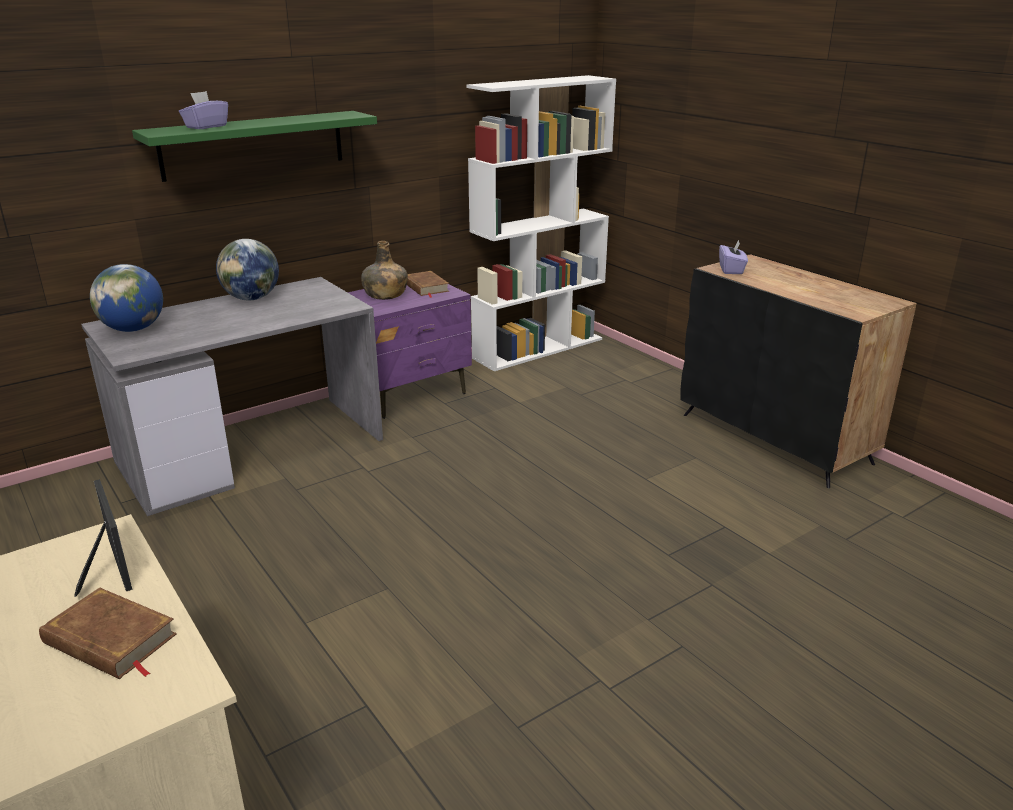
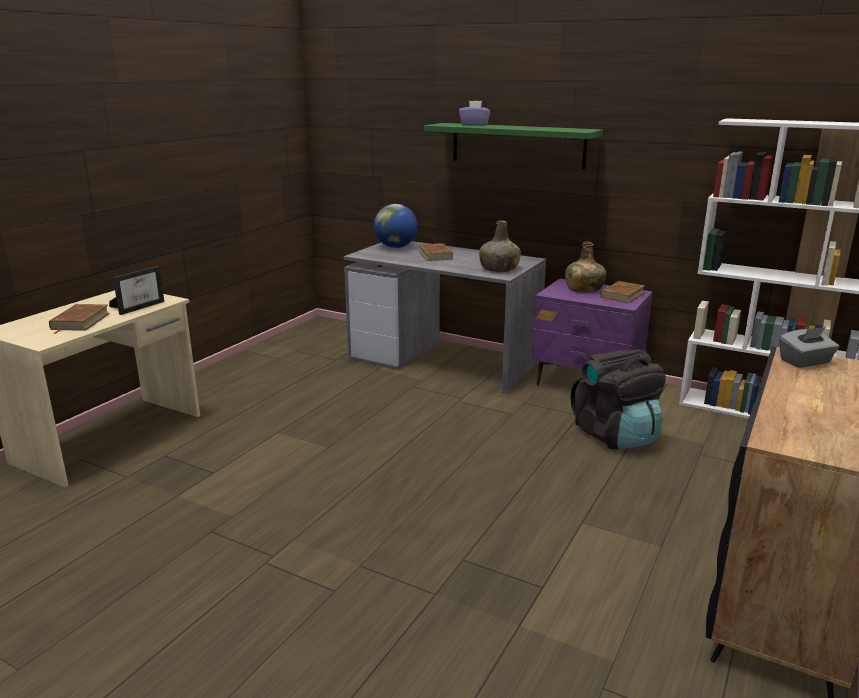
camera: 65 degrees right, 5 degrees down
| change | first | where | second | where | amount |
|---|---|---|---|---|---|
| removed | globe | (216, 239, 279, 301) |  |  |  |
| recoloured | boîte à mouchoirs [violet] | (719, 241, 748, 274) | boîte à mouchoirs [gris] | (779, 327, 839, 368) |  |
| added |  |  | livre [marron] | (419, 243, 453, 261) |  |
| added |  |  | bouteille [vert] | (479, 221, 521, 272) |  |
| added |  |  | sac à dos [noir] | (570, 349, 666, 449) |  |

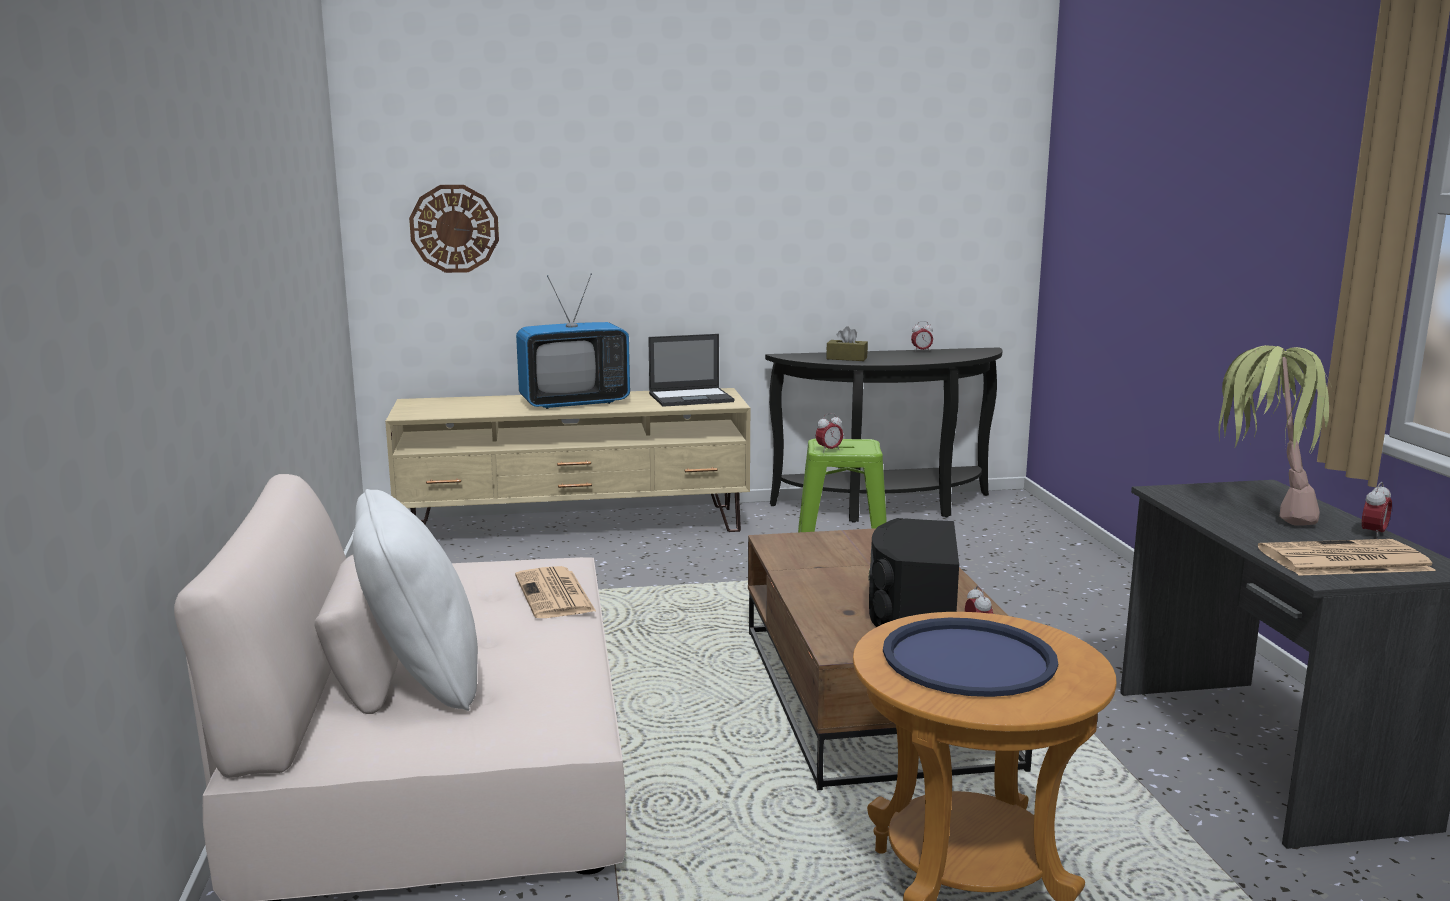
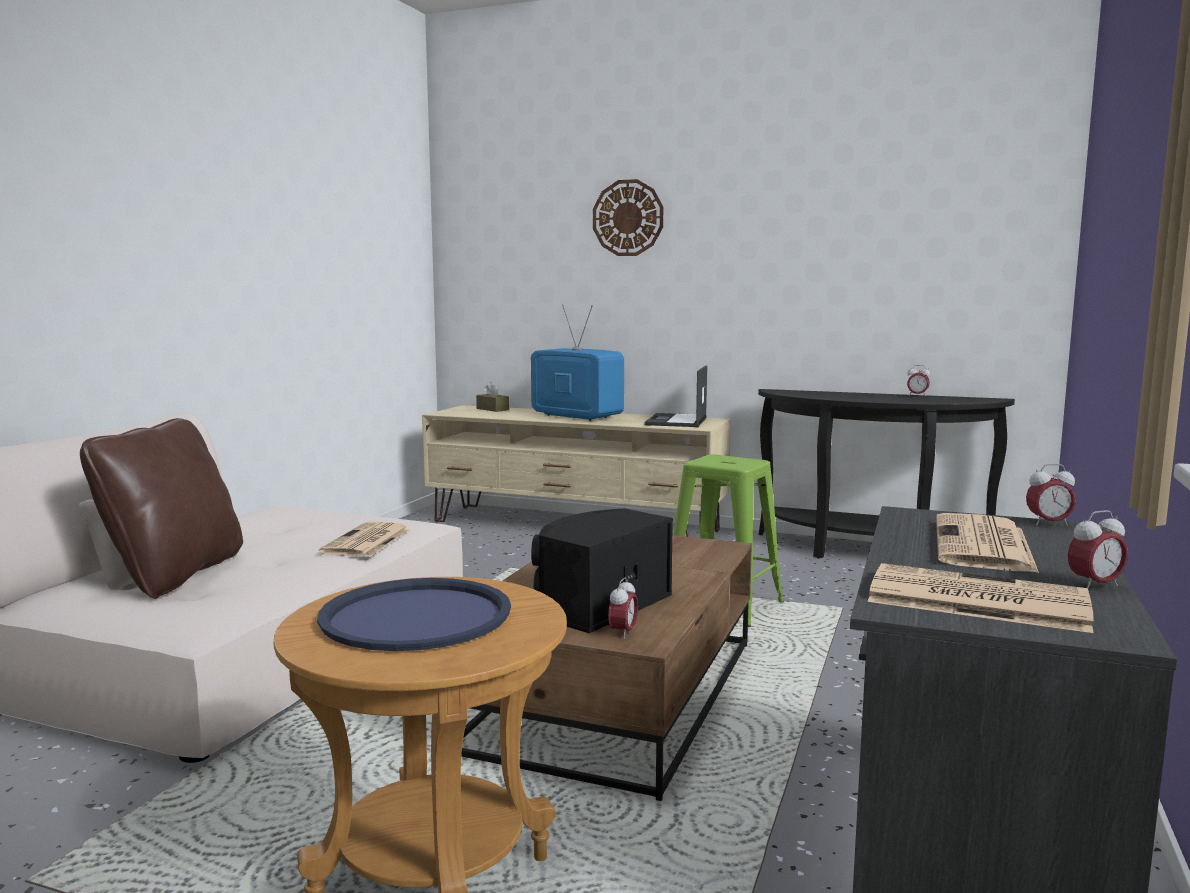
camera: 30 degrees right, 5 degrees down
| change | first | where | second | where | amount |
|---|---|---|---|---|---|
| recoloured | coussin [blanc] | (353, 489, 478, 711) | coussin [marron] | (80, 418, 243, 599) |  |
| moved | horloge murale | (409, 185, 499, 273) |  | (593, 179, 663, 256) |  |
| turned | téléviseur | (516, 273, 630, 409) |  | (531, 305, 624, 421) | 150 degrees counterclockwise |
| turned | ordinateur portable | (648, 334, 734, 407) |  | (644, 365, 707, 427) | 90 degrees clockwise |
| moved | réveil | (816, 413, 843, 453) |  | (1026, 464, 1076, 526) |  |
| moved | boîte à mouchoirs [marron] | (826, 326, 868, 361) |  | (476, 382, 509, 412) |  |
| replaced | plante en pot | (1218, 345, 1341, 526) | journal | (936, 513, 1039, 573) |  |

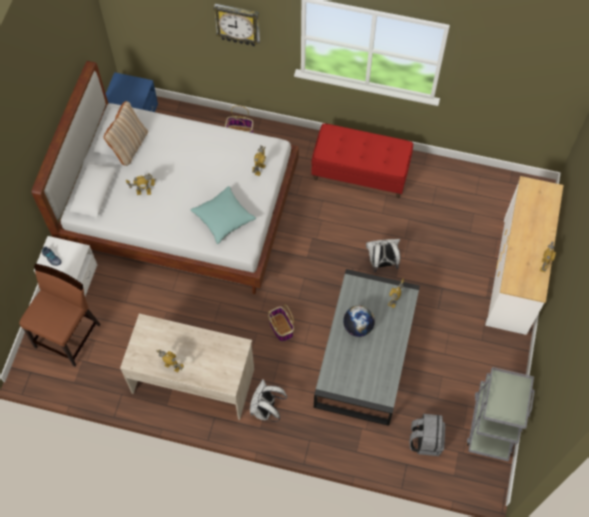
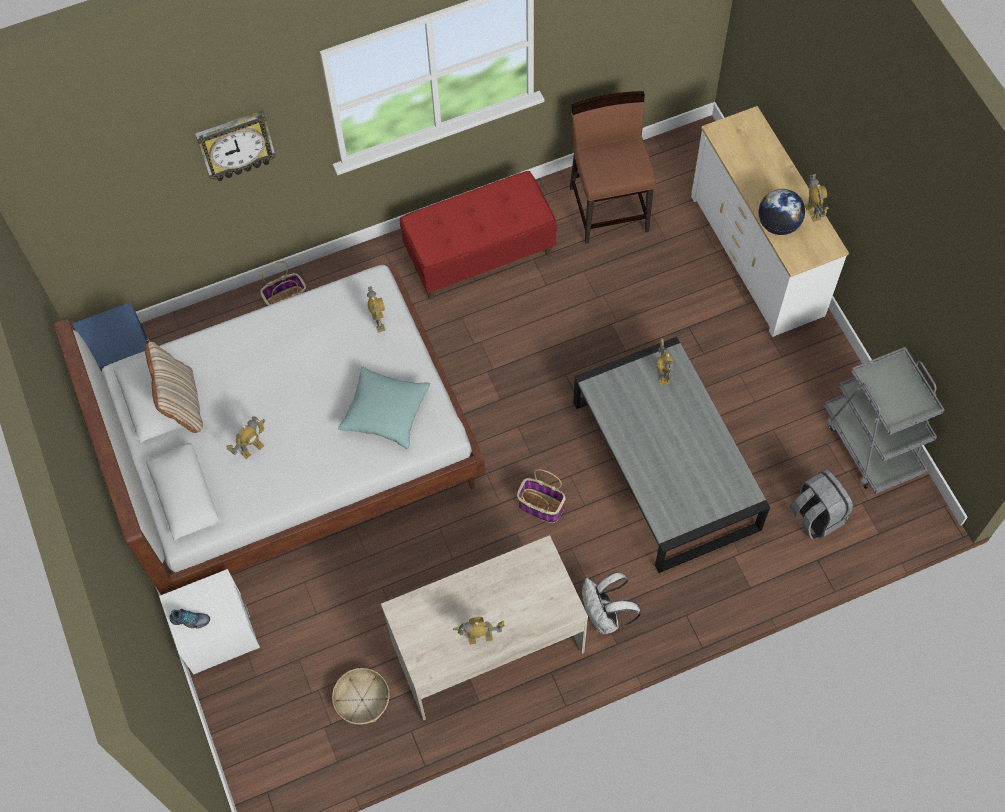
camera: 35 degrees left, 0 degrees up
| change | first | where | second | where | amount |
|---|---|---|---|---|---|
| moved | chaise [marron] | (19, 264, 101, 367) |  | (570, 91, 656, 244) |  |
| moved | globe | (343, 305, 375, 337) |  | (758, 189, 805, 235) |  |
| removed | sac à dos [blanc] | (366, 239, 400, 272) |  |  |  |
| added |  |  | panier | (332, 668, 389, 725) |  |

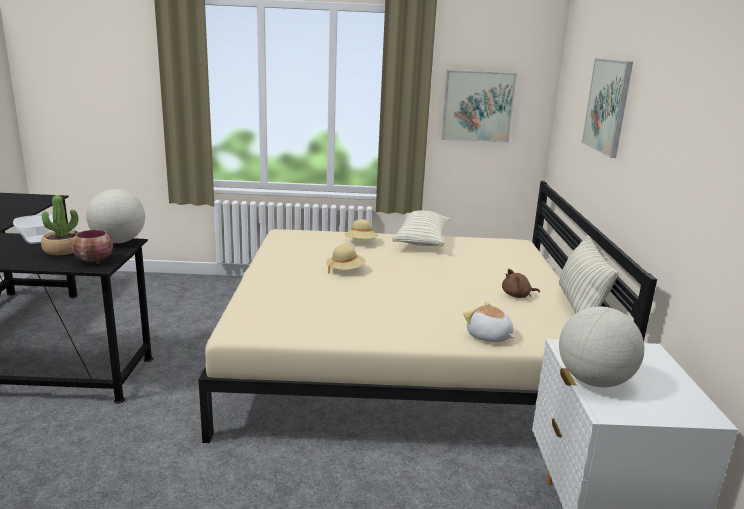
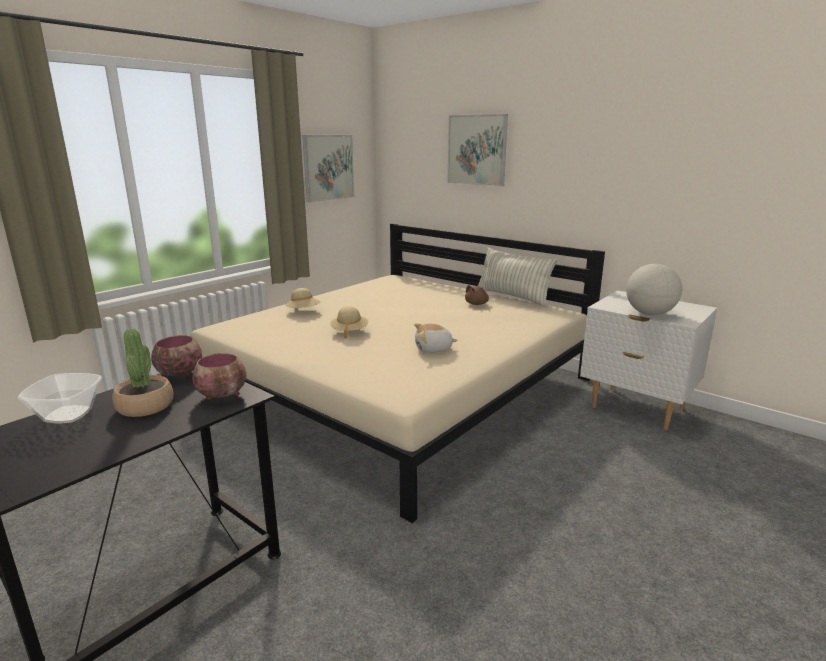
camera: 50 degrees left, 0 degrees up
| change | first | where | second | where | amount |
|---|---|---|---|---|---|
| replaced | globe | (86, 189, 145, 243) | bol | (151, 335, 202, 378) |  |
| removed | coussin | (392, 210, 450, 246) |  |  |  |
| moved | peluche | (463, 302, 515, 343) |  | (414, 323, 457, 353) |  |

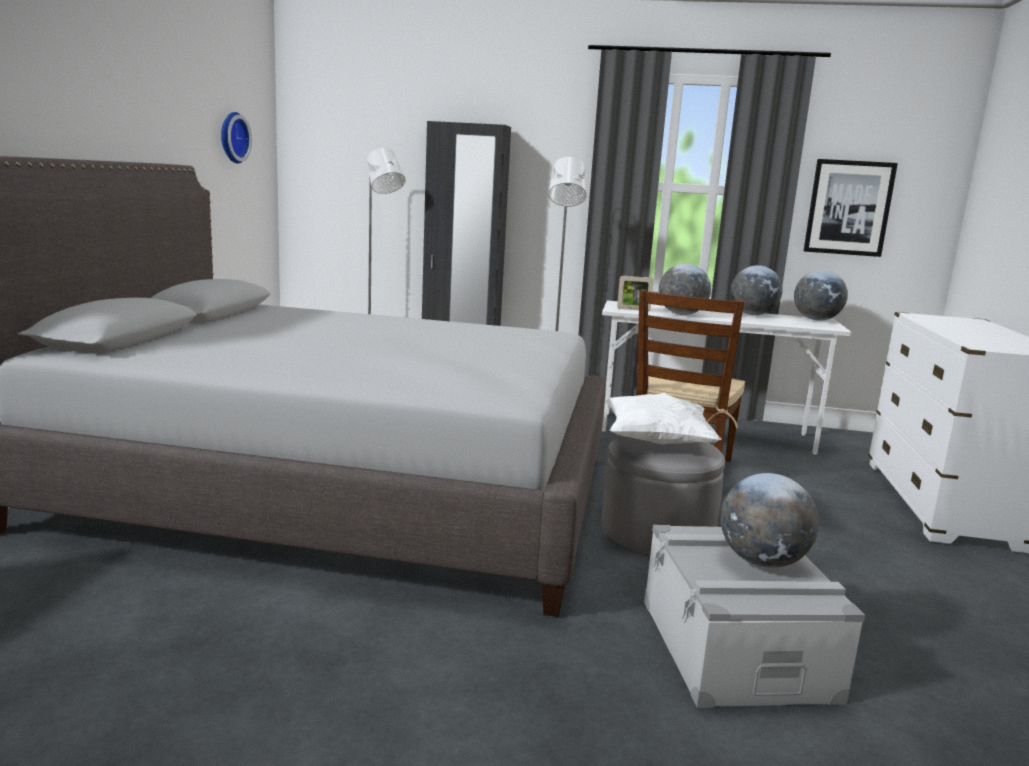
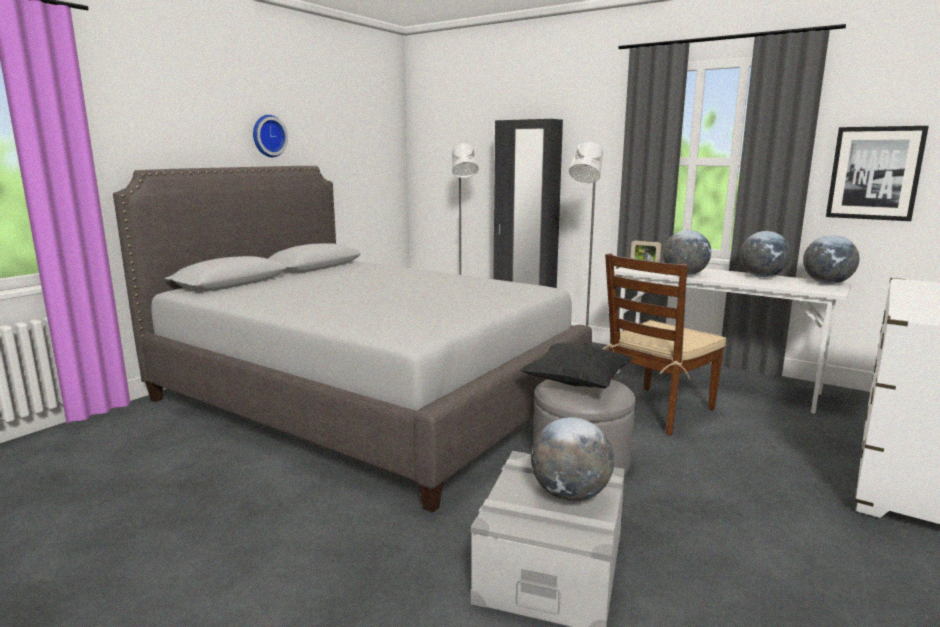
camera: 25 degrees right, 0 degrees up
| change | first | where | second | where | amount |
|---|---|---|---|---|---|
| moved | horloge murale | (221, 112, 252, 164) |  | (253, 115, 288, 157) |  |
| recoloured | coussin [blanc] | (605, 393, 722, 444) | coussin [noir] | (519, 343, 633, 389) |  |

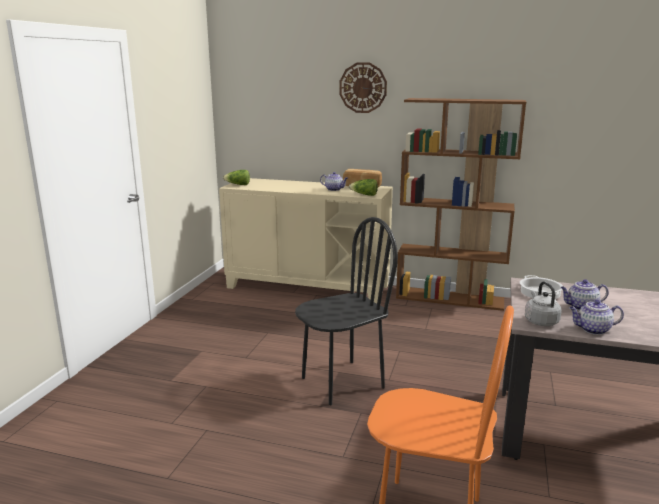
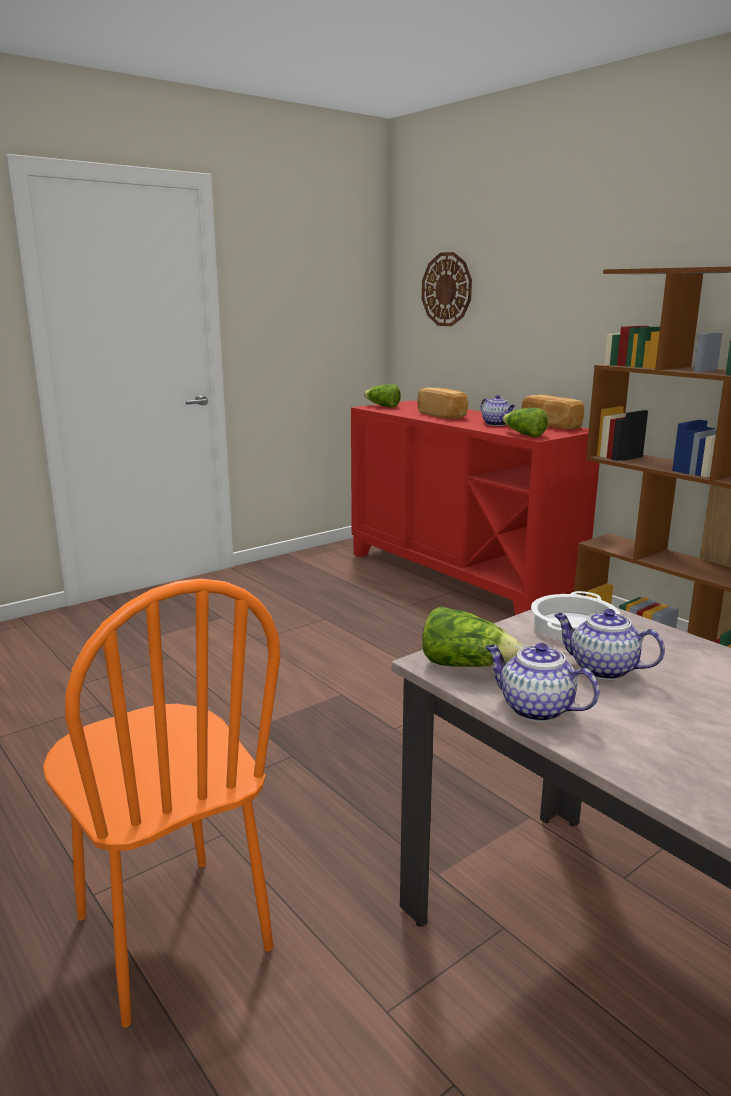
camera: 35 degrees right, 0 degrees up
| change | first | where | second | where | amount |
|---|---|---|---|---|---|
| recoloured | meuble de rangement [beige] | (219, 178, 393, 304) | meuble de rangement [rouge] | (351, 400, 600, 615) |  |
| removed | chaise [noir] | (295, 217, 398, 405) |  |  |  |
| moved | horloge murale | (339, 62, 387, 113) |  | (422, 252, 472, 326) |  |
| replaced | bouilloire [gris] | (525, 282, 562, 326) | laitue | (422, 606, 523, 667) |  |
| added |  |  | pain | (417, 388, 468, 419) |  |

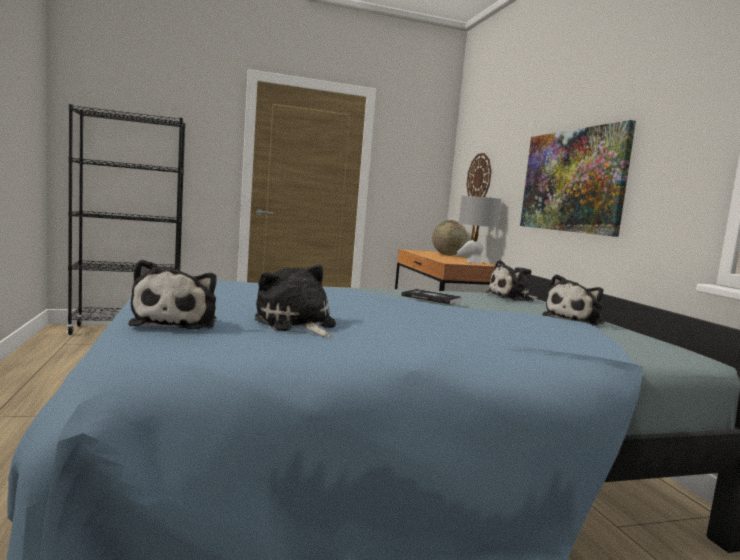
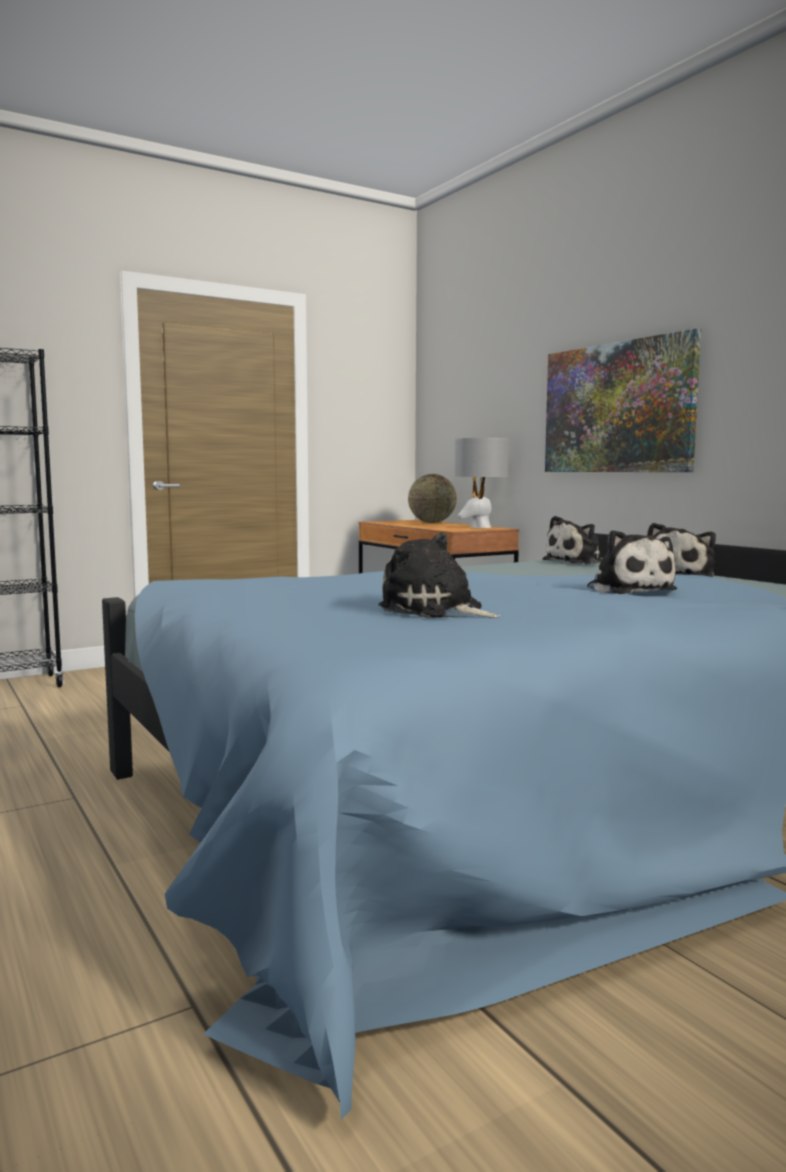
camera: 15 degrees left, 0 degrees up
| change | first | where | second | where | amount |
|---|---|---|---|---|---|
| moved | peluche | (129, 259, 217, 330) |  | (587, 530, 677, 594) |  |
| removed | livre | (401, 289, 463, 305) |  |  |  |
| removed | horloge murale | (466, 153, 491, 197) |  |  |  |

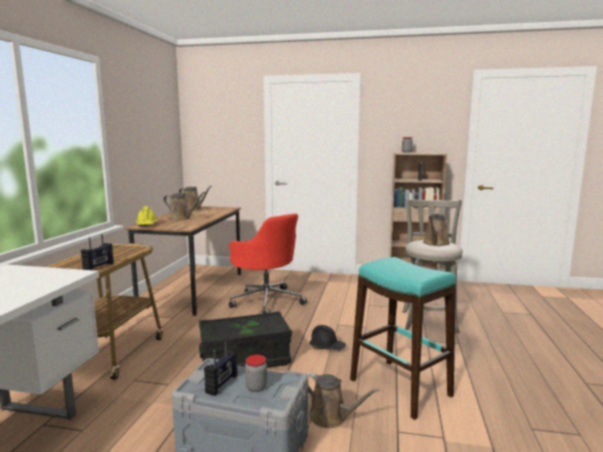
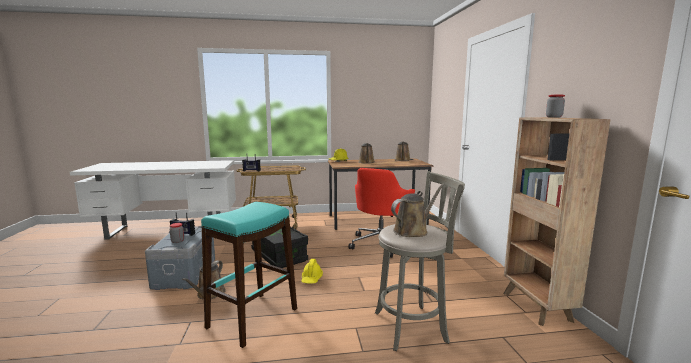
camera: 70 degrees right, 0 degrees up
| change | first | where | second | where | amount |
|---|---|---|---|---|---|
| recoloured | casque de chantier [noir] | (309, 325, 346, 350) | casque de chantier [jaune] | (301, 259, 323, 284) |  |
| turned | arrosoir [marron] | (423, 214, 450, 246) |  | (391, 184, 444, 237) | 135 degrees clockwise |

